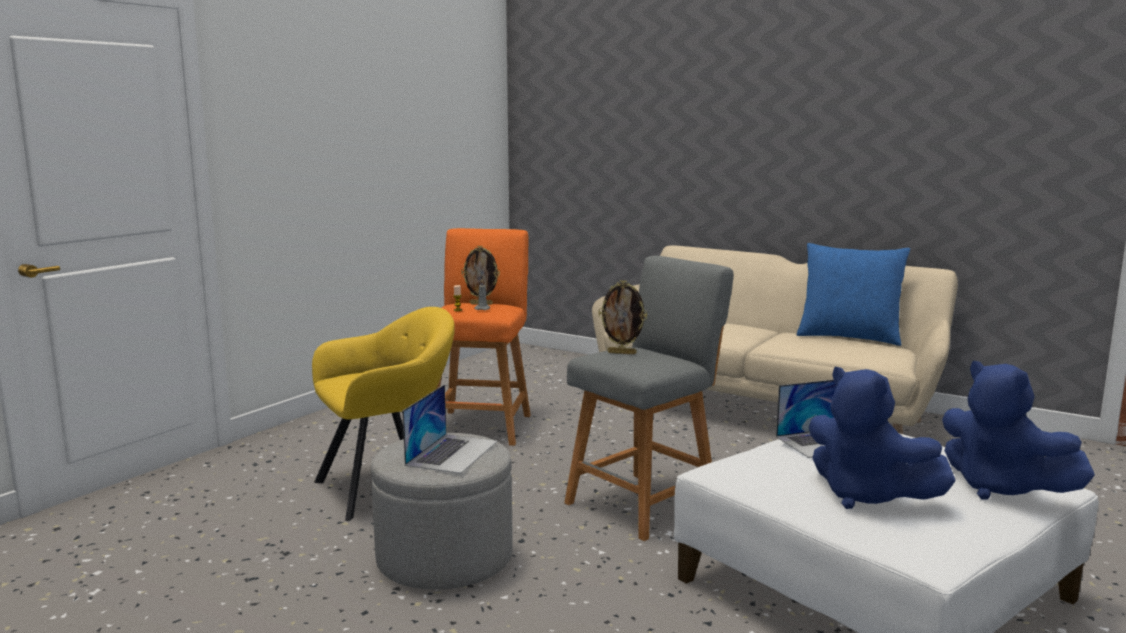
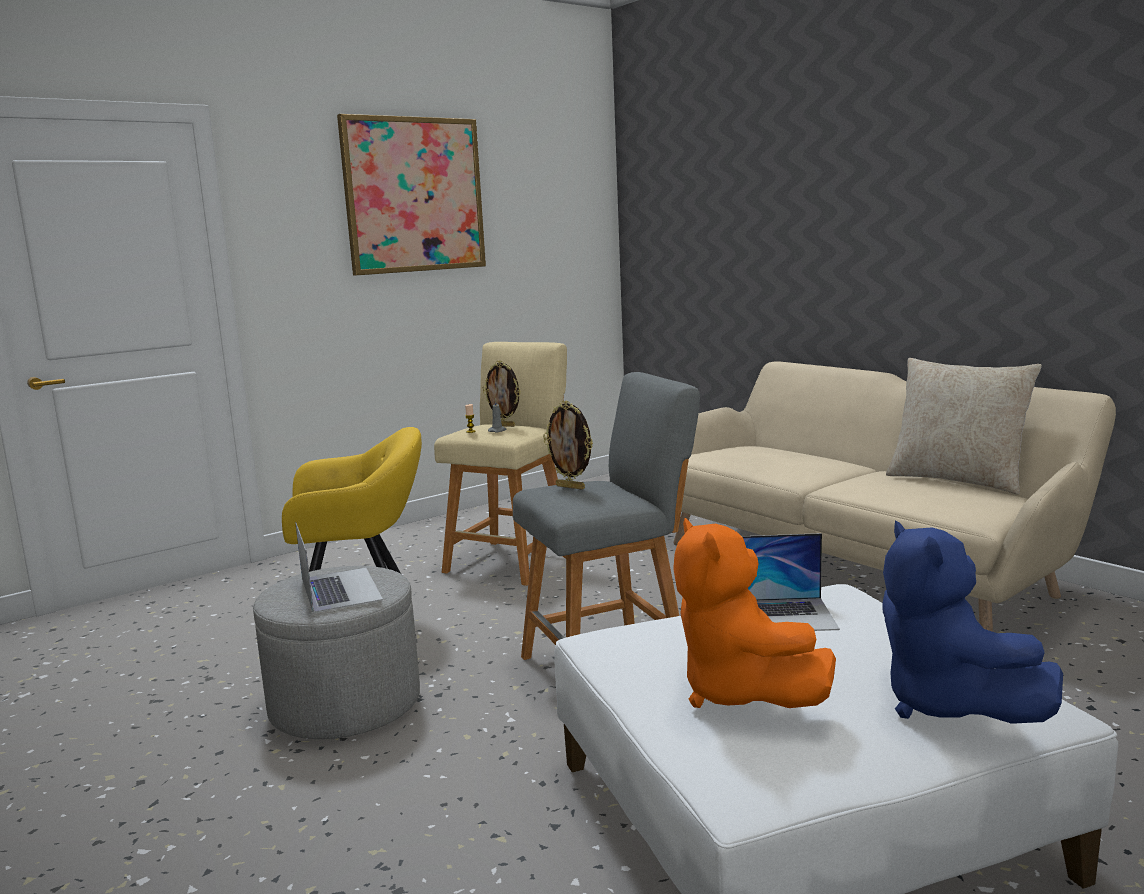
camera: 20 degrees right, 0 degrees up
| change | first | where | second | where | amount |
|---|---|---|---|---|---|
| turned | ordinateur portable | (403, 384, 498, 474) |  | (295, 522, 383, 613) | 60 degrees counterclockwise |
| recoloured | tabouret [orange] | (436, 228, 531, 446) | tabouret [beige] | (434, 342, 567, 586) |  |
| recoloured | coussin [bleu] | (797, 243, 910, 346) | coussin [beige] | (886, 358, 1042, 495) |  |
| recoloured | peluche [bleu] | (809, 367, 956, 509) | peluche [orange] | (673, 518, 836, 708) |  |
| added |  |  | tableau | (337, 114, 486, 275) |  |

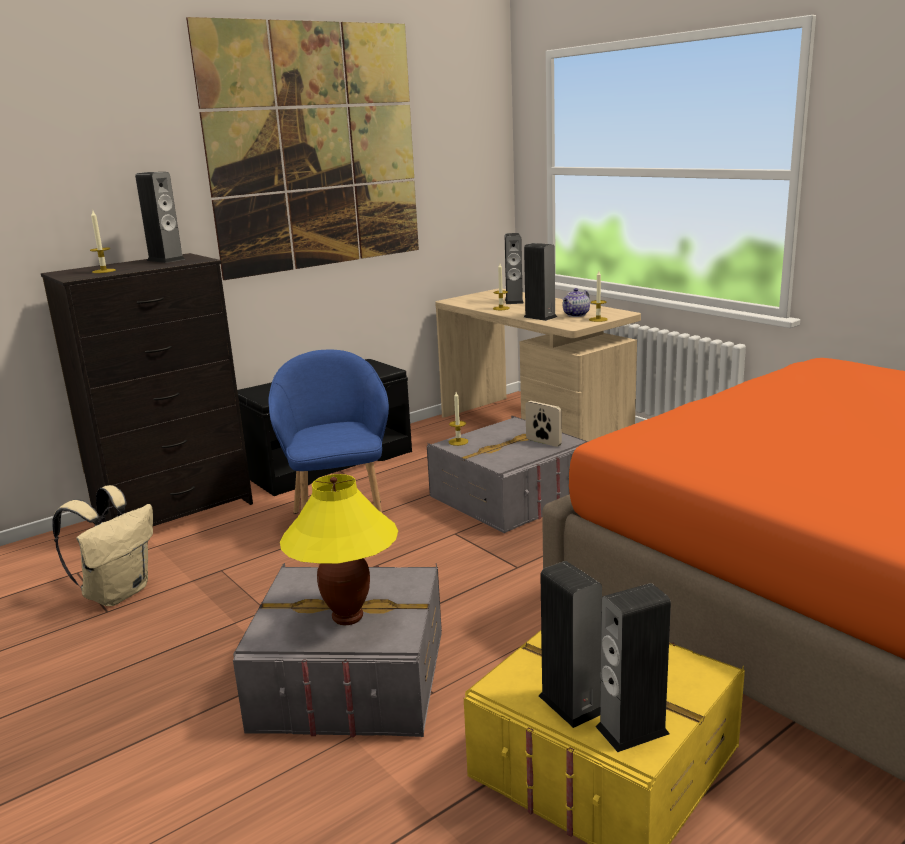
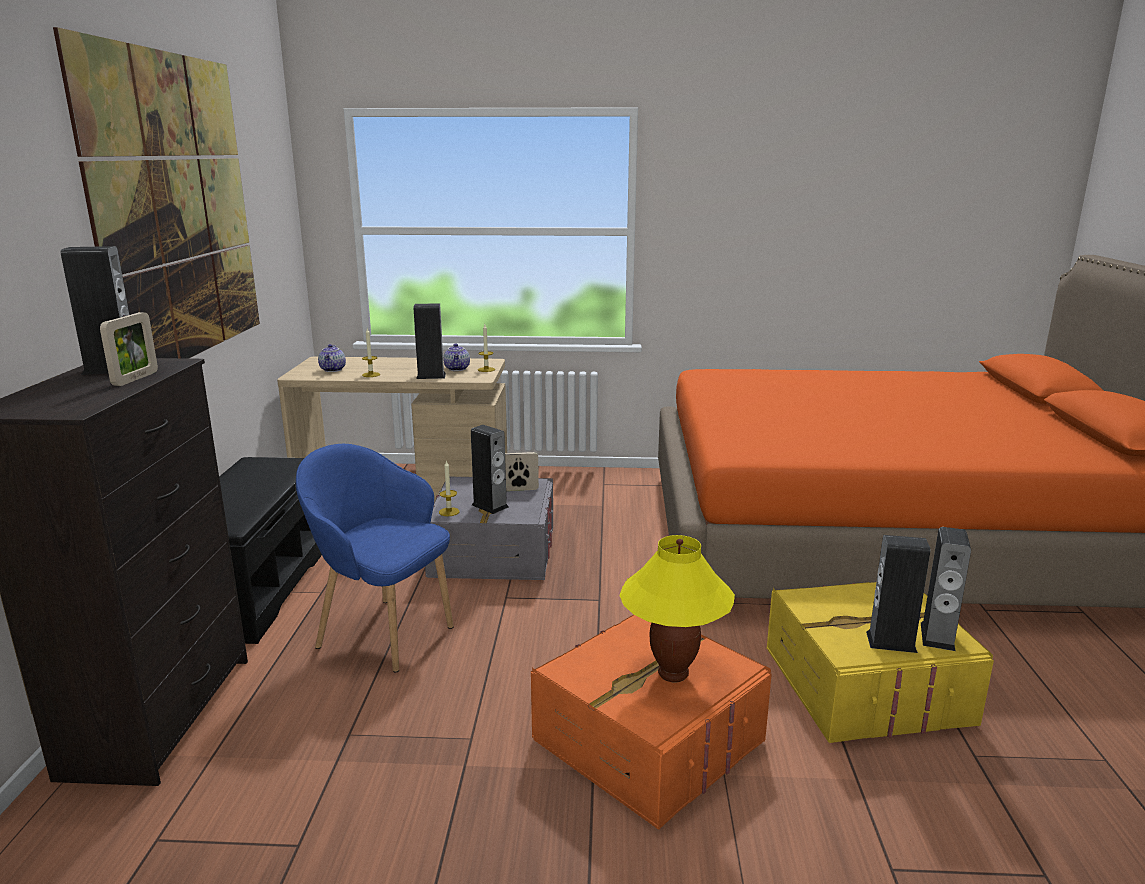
camera: 50 degrees left, 0 degrees up
| change | first | where | second | where | amount |
|---|---|---|---|---|---|
| removed | sac à dos [beige] | (52, 485, 153, 606) |  |  |  |
| removed | bougie | (90, 209, 116, 273) |  |  |  |
| recoloured | boîte de rangement [gris] | (233, 563, 442, 737) | boîte de rangement [orange] | (531, 615, 772, 830) |  |
| moved | enceinte | (505, 233, 524, 304) |  | (471, 425, 509, 514) |  |
| added |  |  | cadre photo | (100, 312, 158, 386) |  |
| added |  |  | théière | (318, 344, 346, 372) |  |

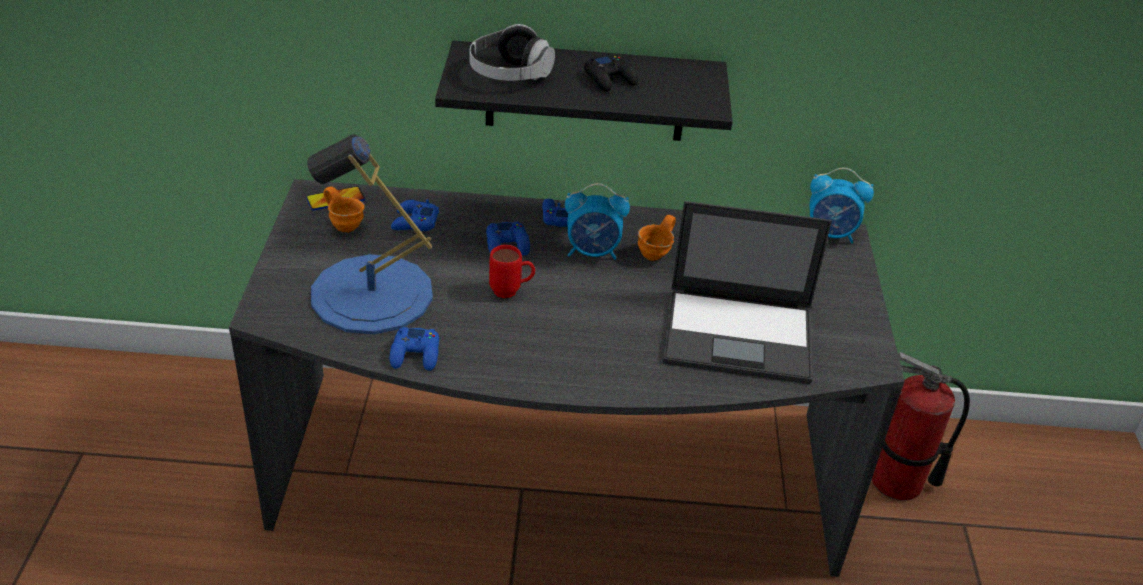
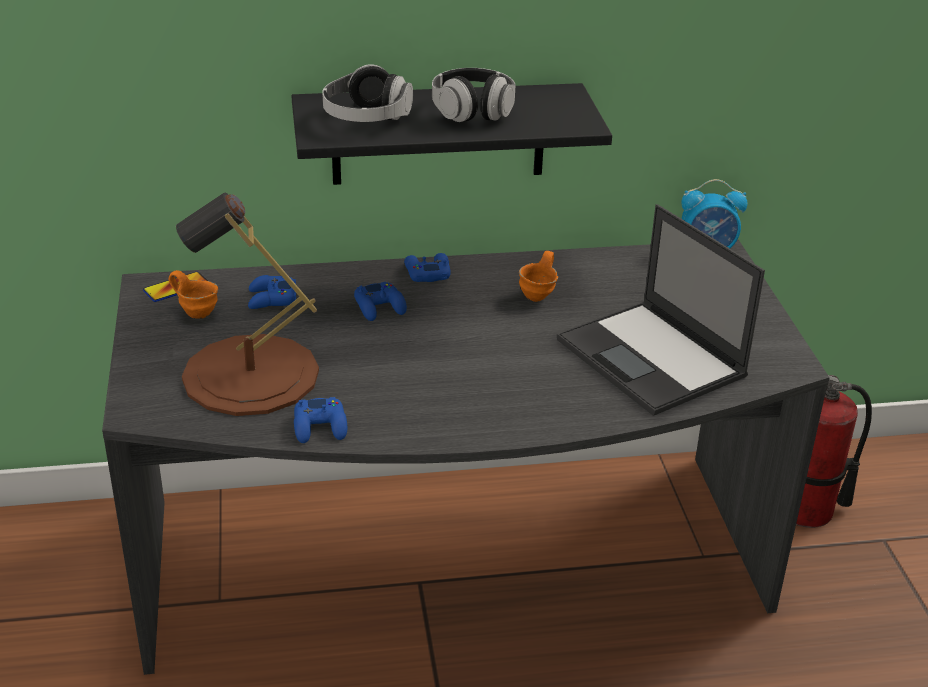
camera: 10 degrees left, 5 degrees down
| change | first | where | second | where | amount |
|---|---|---|---|---|---|
| recoloured | lampe de table [bleu] | (307, 134, 433, 334) | lampe de table [marron] | (176, 193, 319, 416) |  |
| removed | mug [rouge] | (489, 245, 535, 298) |  |  |  |
| removed | réveil | (565, 183, 630, 260) |  |  |  |
| replaced | manette [noir] | (584, 55, 638, 92) | casque audio | (432, 68, 516, 122) |  |
| turned | ordinateur portable | (663, 201, 832, 384) |  | (557, 204, 765, 416) | 60 degrees clockwise |

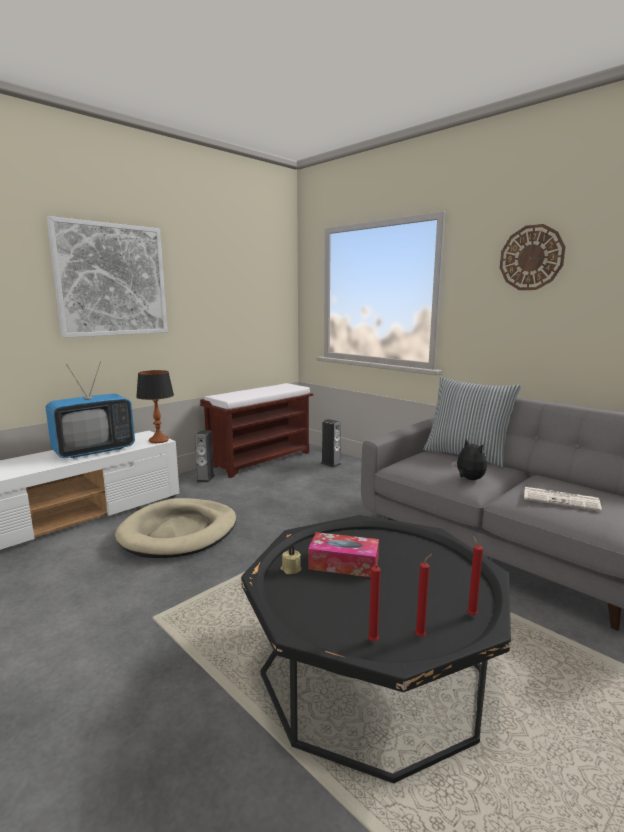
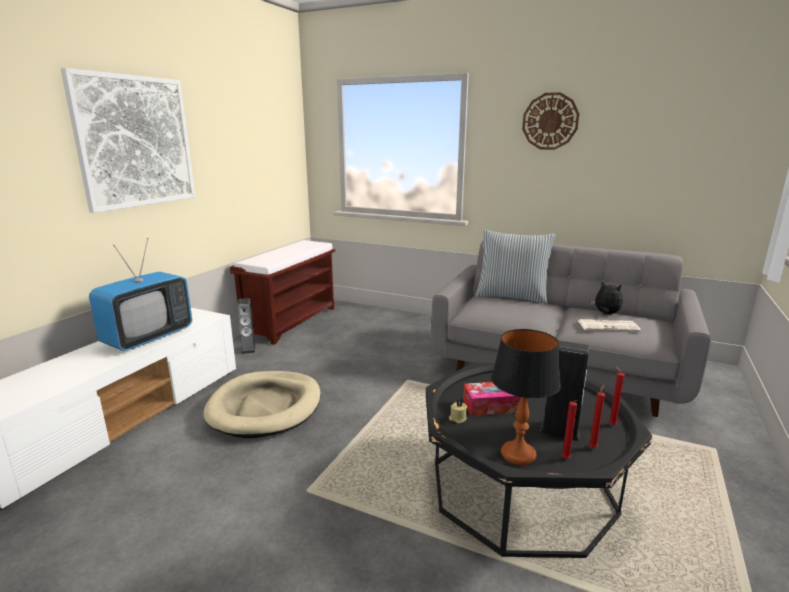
camera: 20 degrees left, 5 degrees up
| change | first | where | second | where | amount |
|---|---|---|---|---|---|
| moved | lampe de table | (136, 370, 174, 443) |  | (491, 329, 561, 465) |  |
| moved | enceinte | (321, 419, 341, 467) |  | (540, 340, 589, 441) |  |
| moved | peluche | (452, 439, 487, 480) |  | (591, 281, 622, 314) |  |

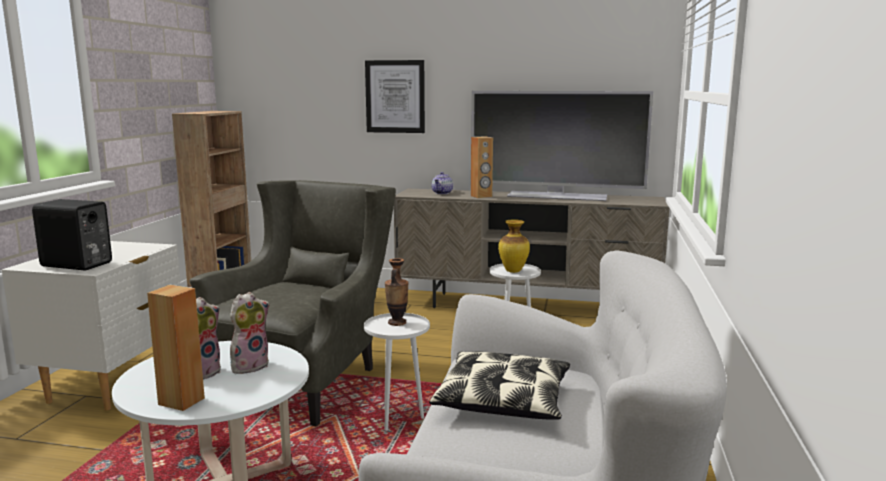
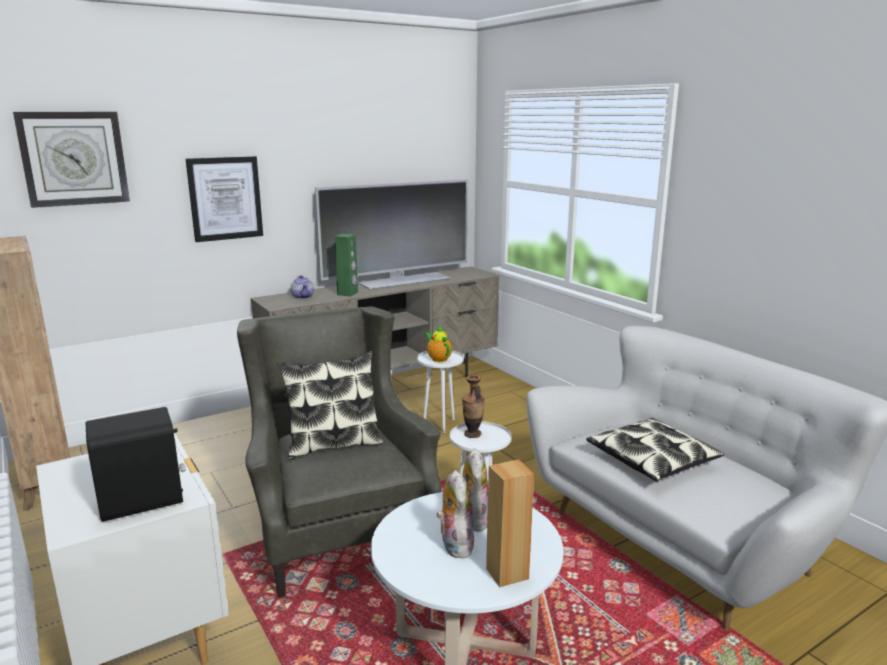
camera: 45 degrees left, 5 degrees up
| change | first | where | second | where | amount |
|---|---|---|---|---|---|
| recoloured | enceinte [marron] | (471, 136, 493, 198) | enceinte [vert] | (334, 234, 358, 296) |  |
| replaced | vase | (498, 219, 530, 273) | théière | (425, 326, 452, 362) |  |
| added |  |  | horloge murale | (13, 112, 130, 208) |  |
| added |  |  | coussin | (278, 351, 383, 460) |  |

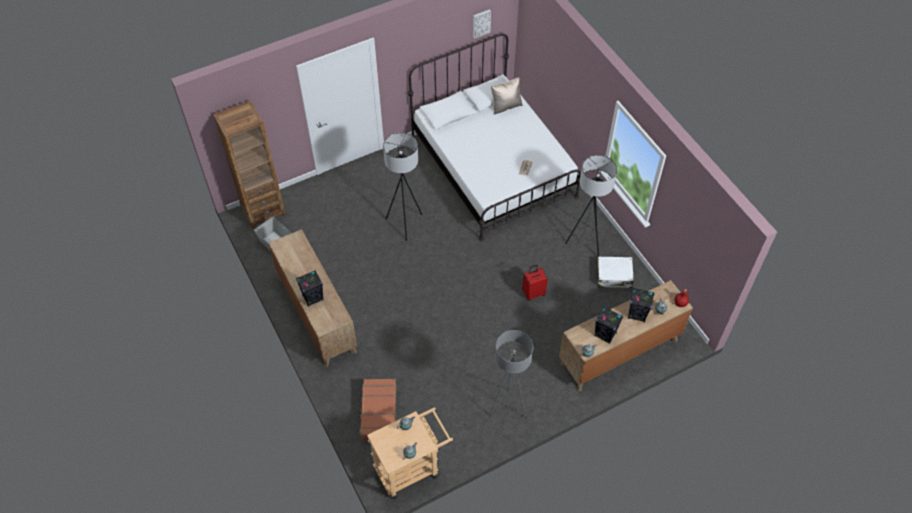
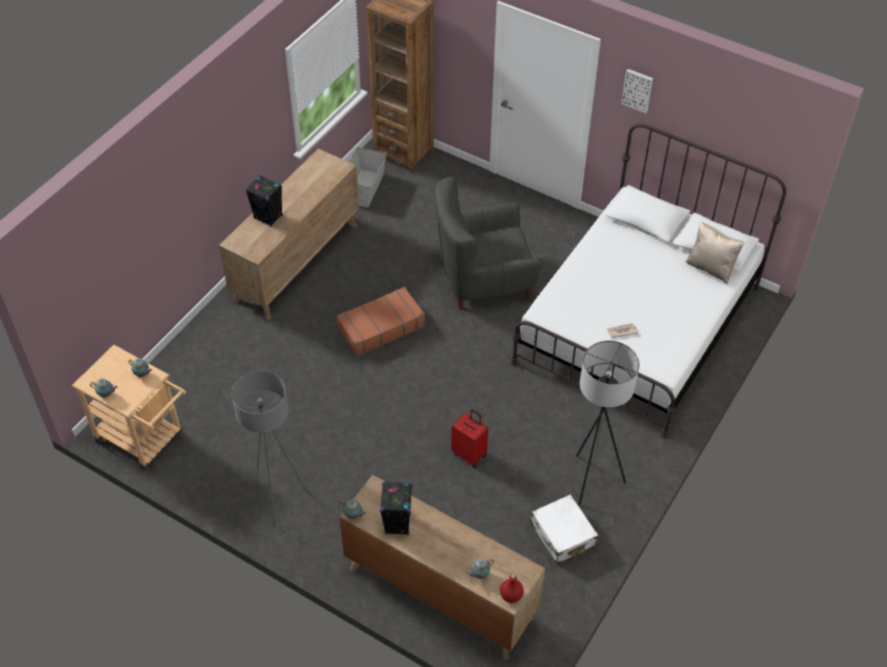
camera: 60 degrees right, 5 degrees down
| change | first | where | second | where | amount |
|---|---|---|---|---|---|
| moved | valise [marron] | (359, 379, 397, 441) |  | (336, 287, 425, 356) |  |
| replaced | lampadaire [gris] | (383, 132, 436, 241) | fauteuil [gris] | (434, 177, 541, 310) |  |
| moved | tableau | (473, 9, 491, 38) |  | (621, 69, 653, 113) |  |
| removed | enceinte [noir] | (628, 288, 655, 322) |  |  |  |

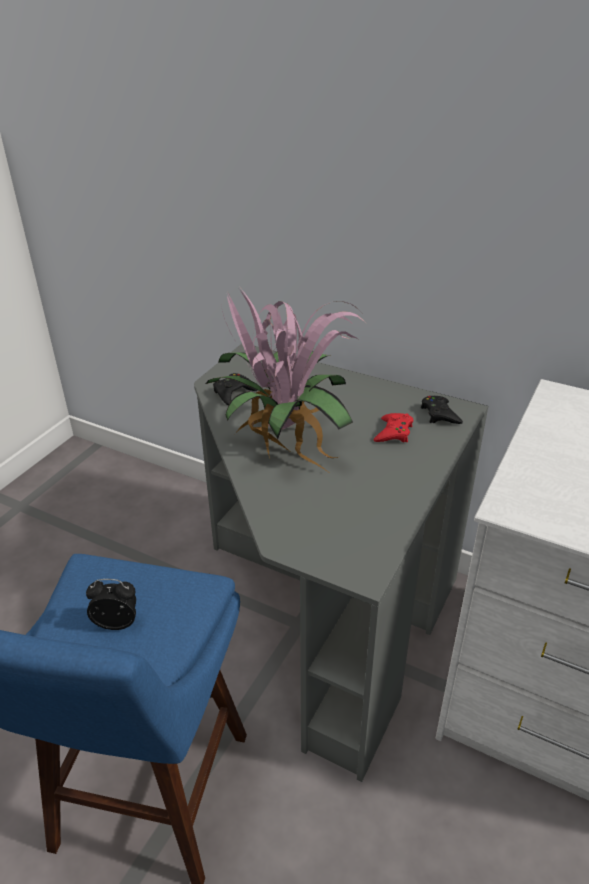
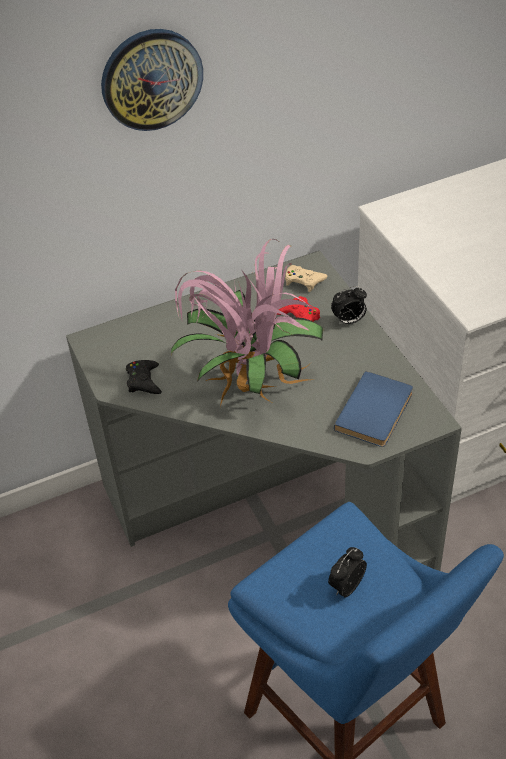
camera: 50 degrees left, 10 degrees up
| change | first | where | second | where | amount |
|---|---|---|---|---|---|
| recoloured | manette [noir] | (421, 396, 463, 424) | manette [beige] | (285, 265, 328, 292) |  |
| added |  |  | horloge murale | (101, 29, 203, 131) |  |
| added |  |  | réveil | (331, 286, 367, 325) |  |
| added |  |  | livre [bleu] | (334, 371, 413, 447) |  |

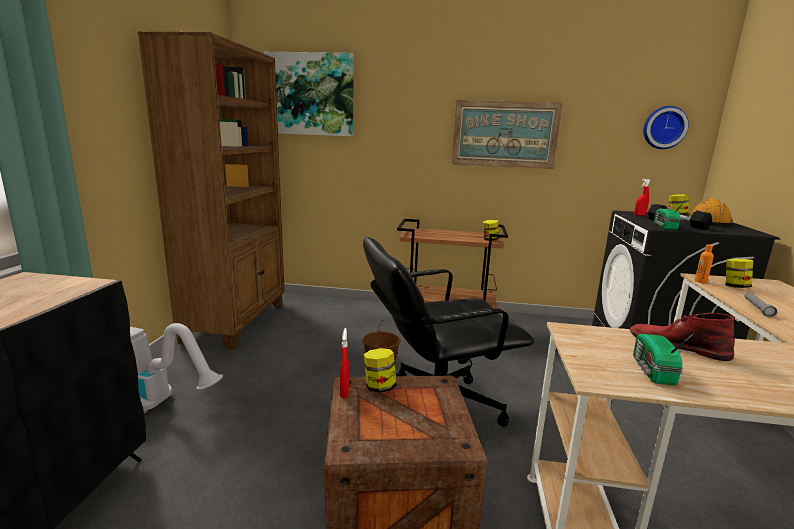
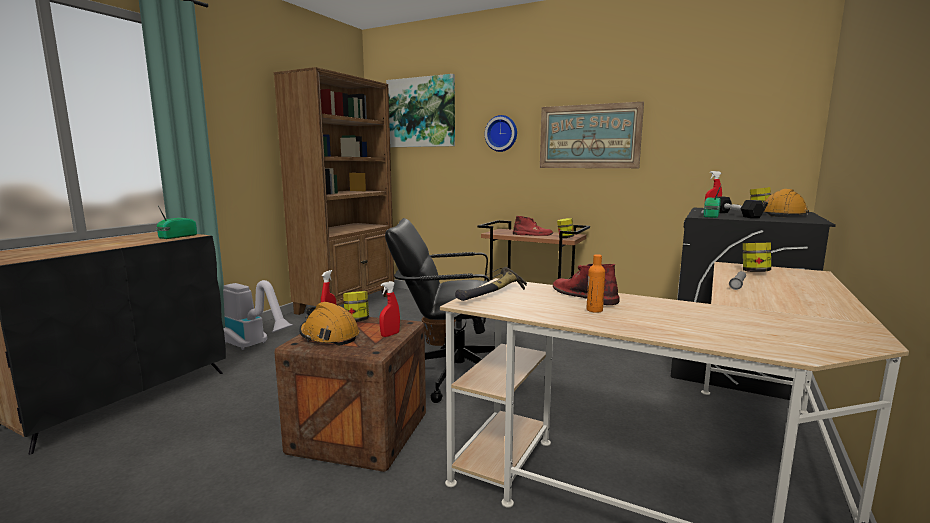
camera: 20 degrees right, 5 degrees down
| change | first | where | second | where | amount |
|---|---|---|---|---|---|
| moved | radio | (633, 333, 695, 385) |  | (156, 206, 197, 239) |  |
| moved | horloge murale | (643, 106, 689, 149) |  | (485, 115, 517, 152) |  |
| moved | bouteille [orange] | (695, 244, 714, 283) |  | (586, 254, 605, 313) |  |
| added |  |  | casque de chantier [orange] | (299, 302, 359, 346) |  |
| added |  |  | vaporisateur [rouge] | (379, 281, 400, 337) |  |
| added |  |  | marteau | (455, 267, 527, 301) |  |
| added |  |  | botte [rouge] | (513, 216, 553, 236) |  |

